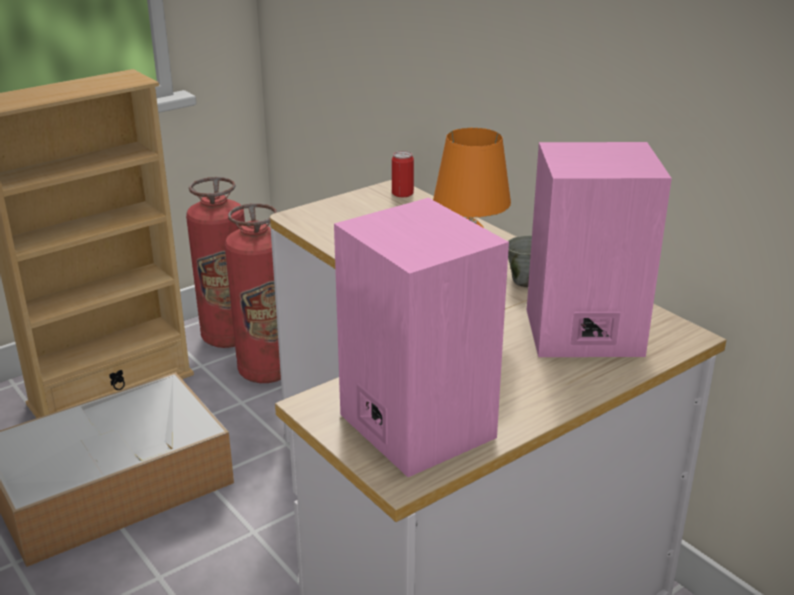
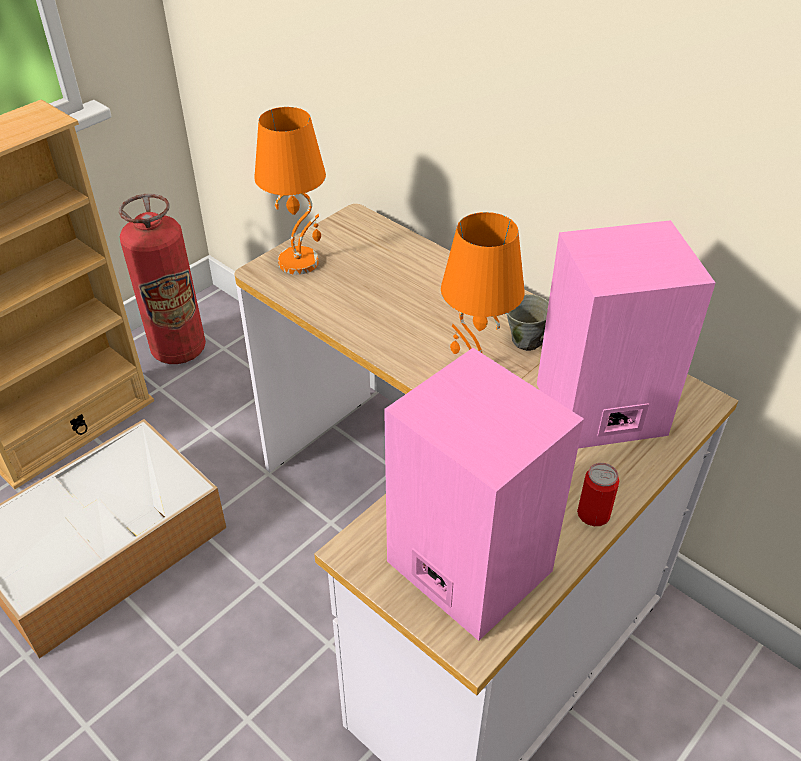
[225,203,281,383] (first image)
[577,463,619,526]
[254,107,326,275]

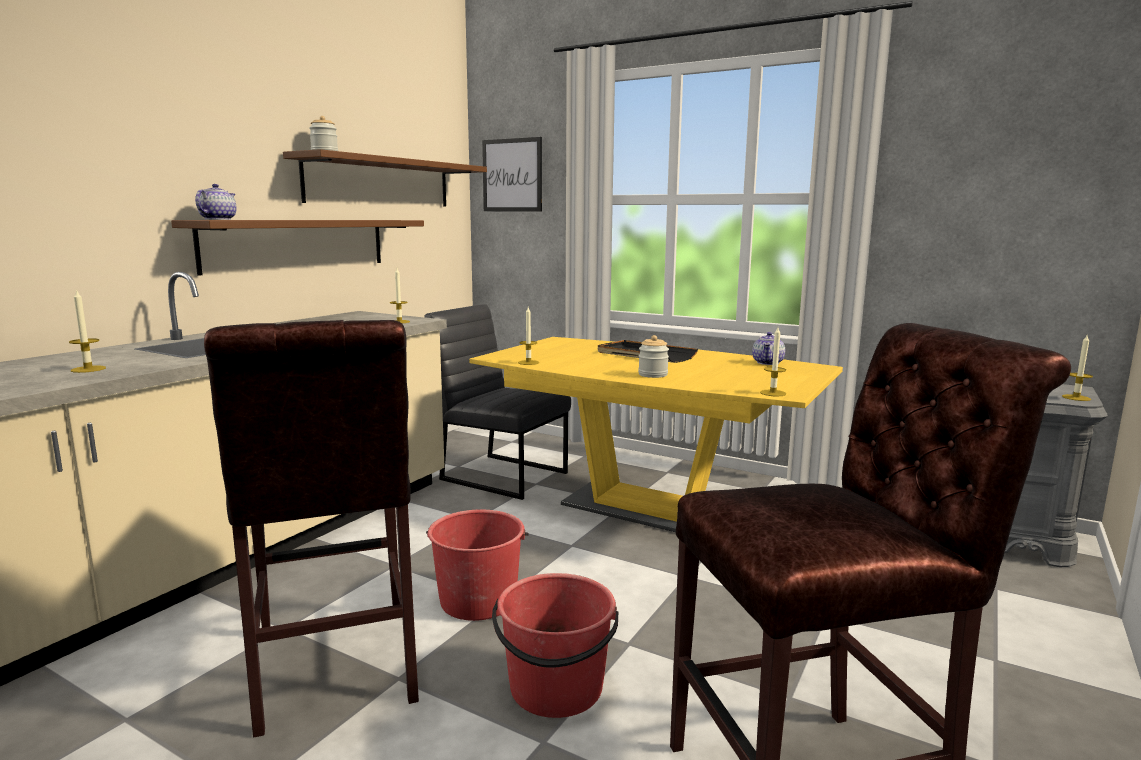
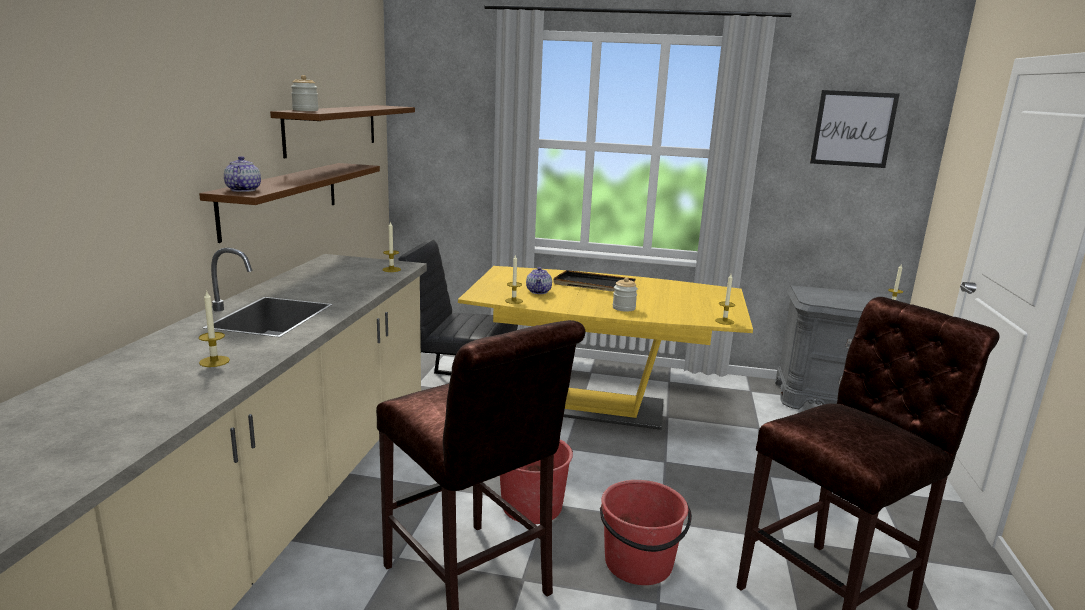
[810,90,900,168]
[526,267,552,294]

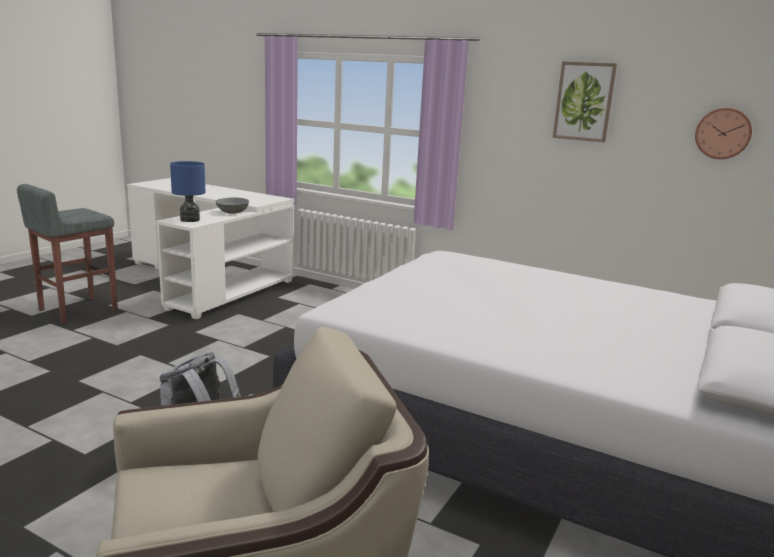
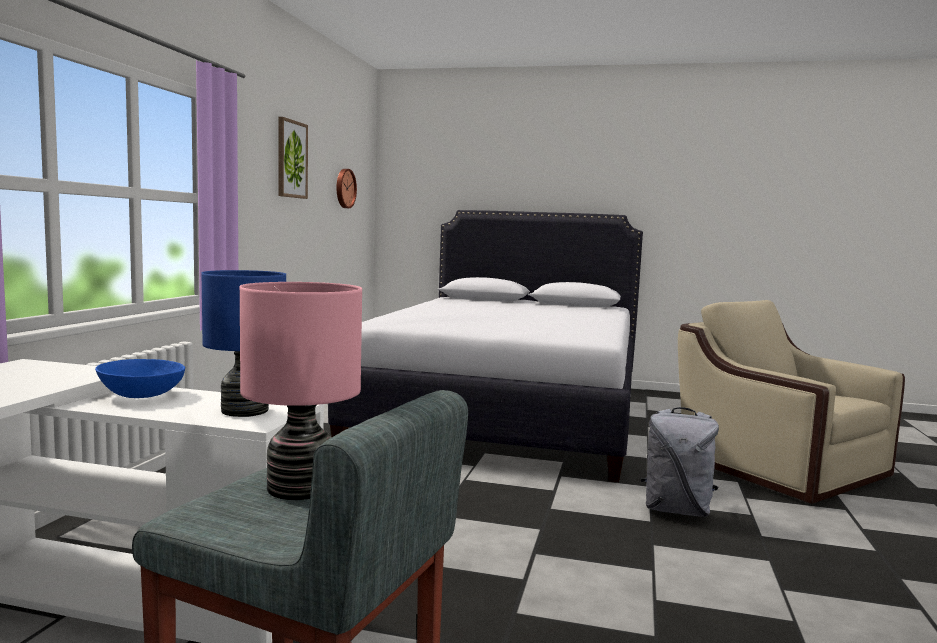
[95,359,185,398]
[240,282,362,500]

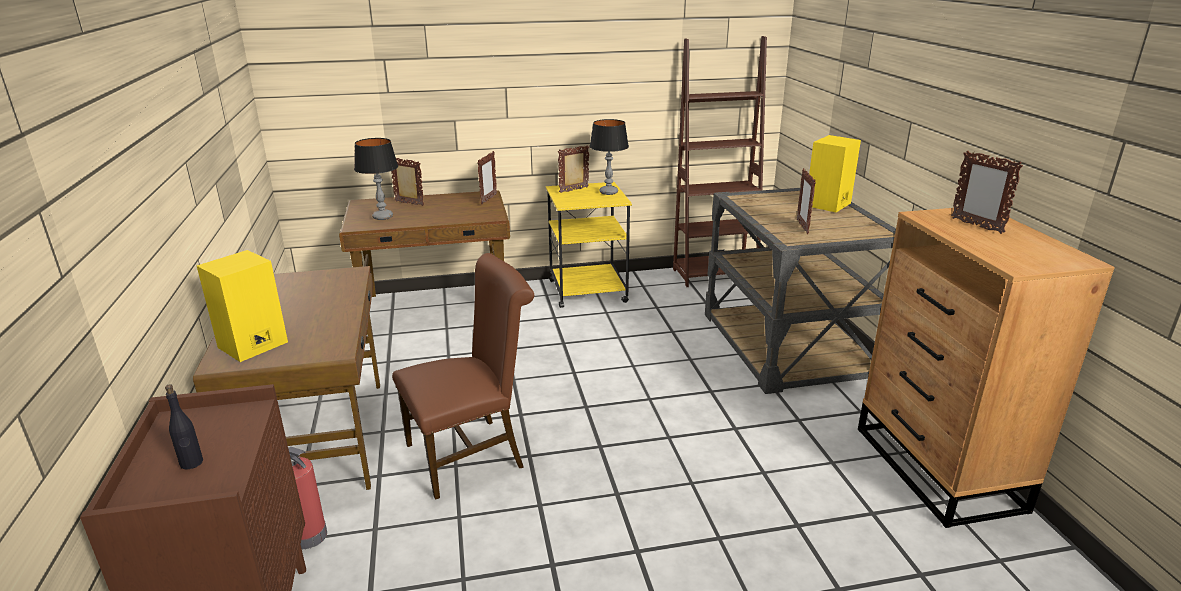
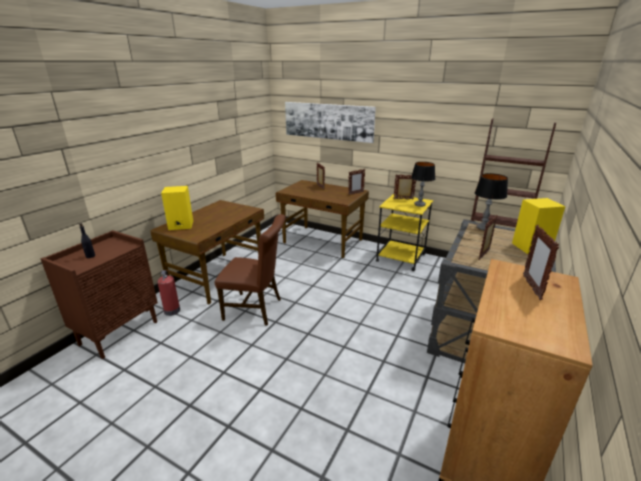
[475,173,508,231]
[285,102,376,143]

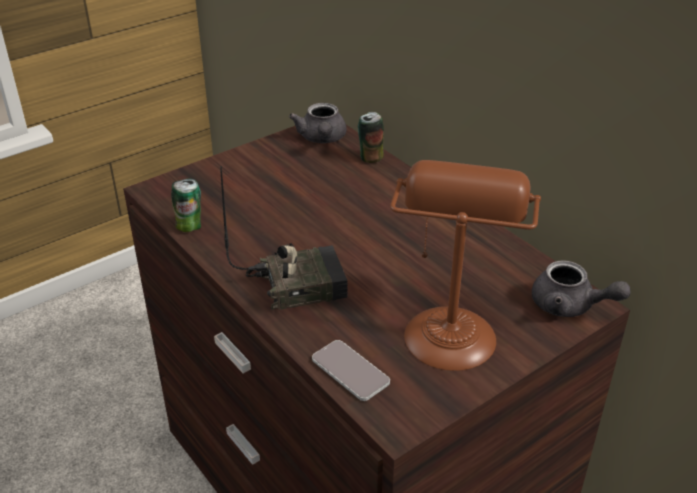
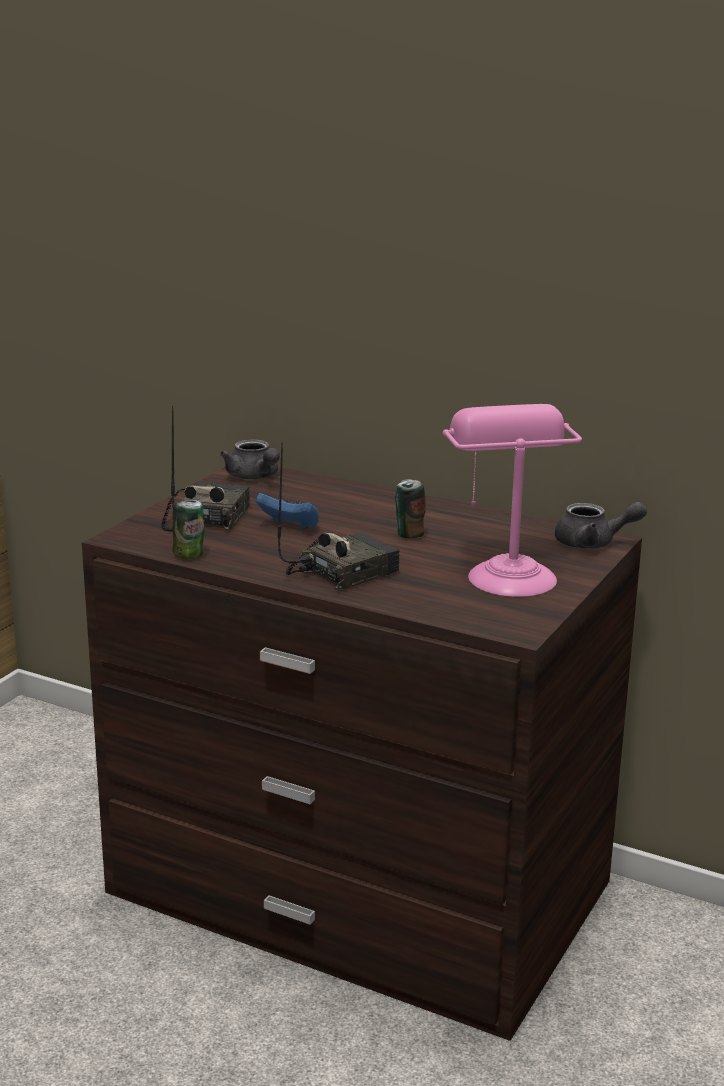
[312,340,390,401] (first image)
[395,479,426,538]
[443,404,582,597]
[161,406,250,532]
[256,493,319,529]

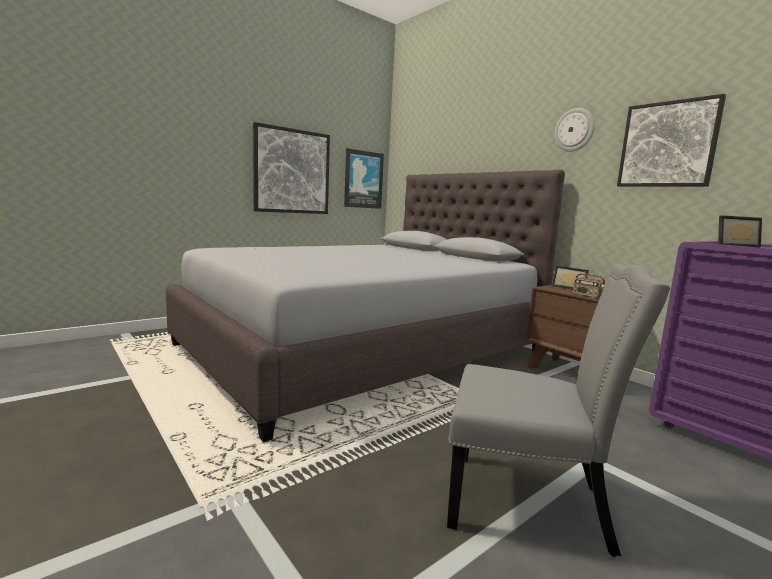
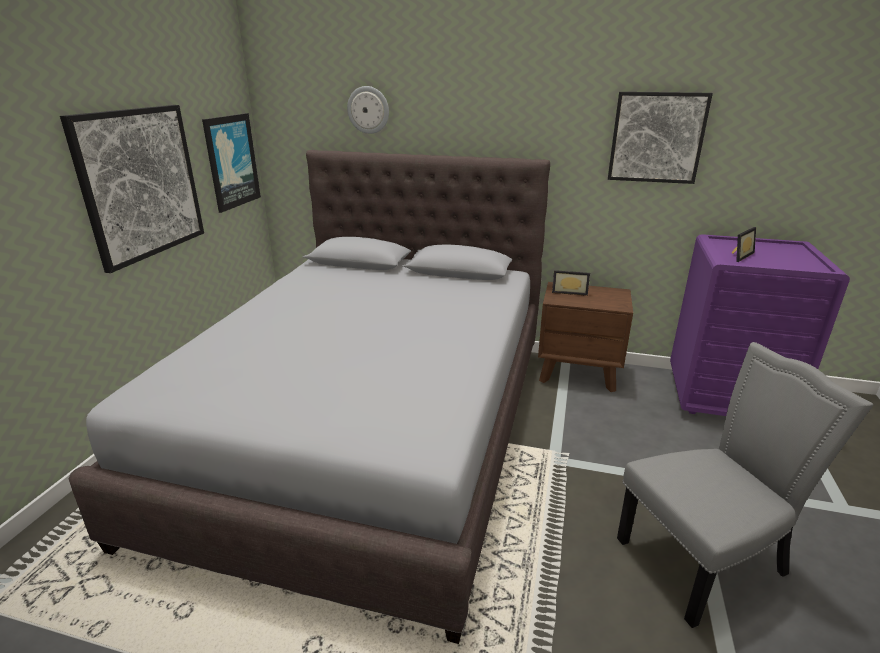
[347,86,389,134]
[573,266,605,298] (first image)

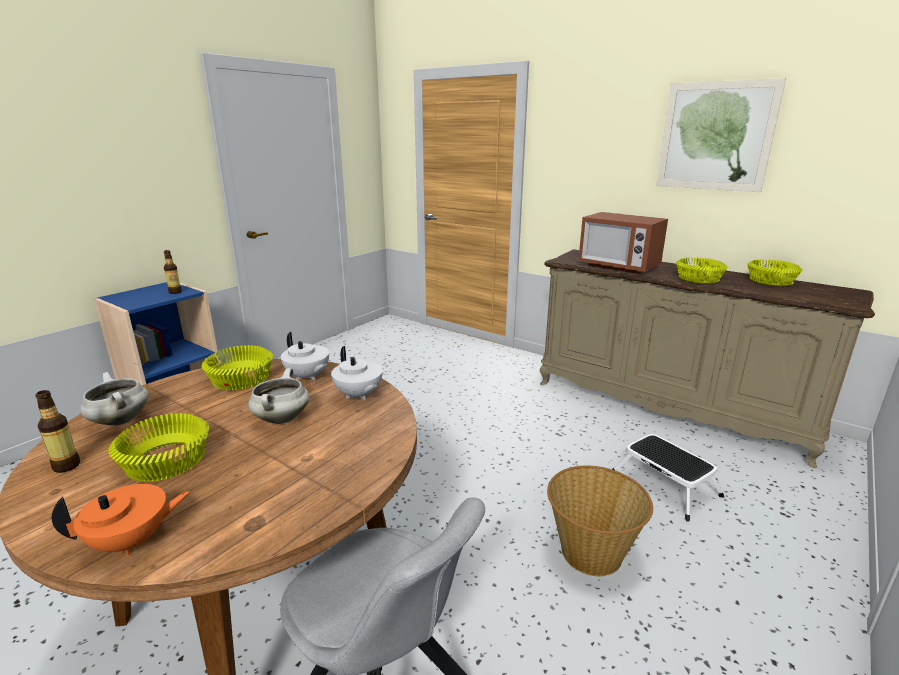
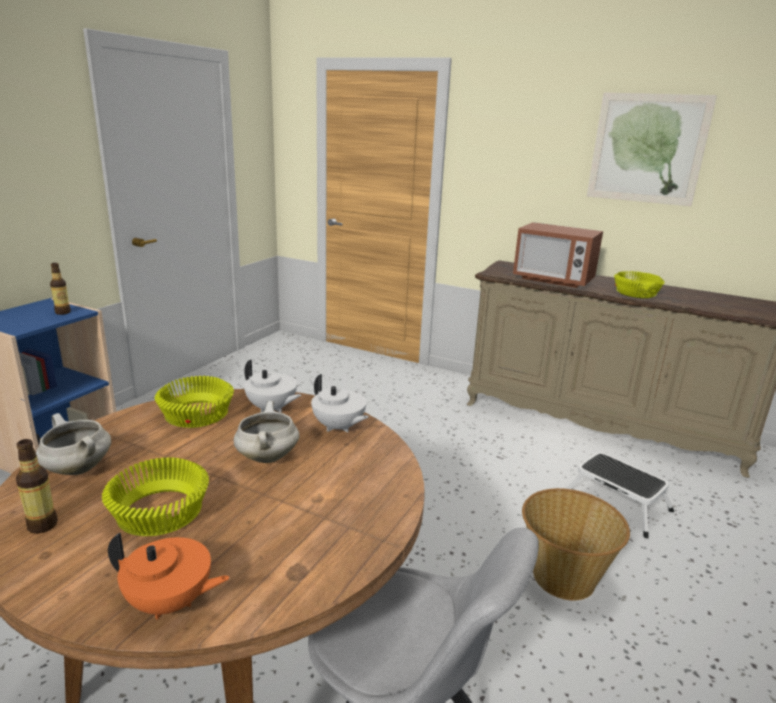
[108,532,230,620]
[747,259,802,286] (first image)

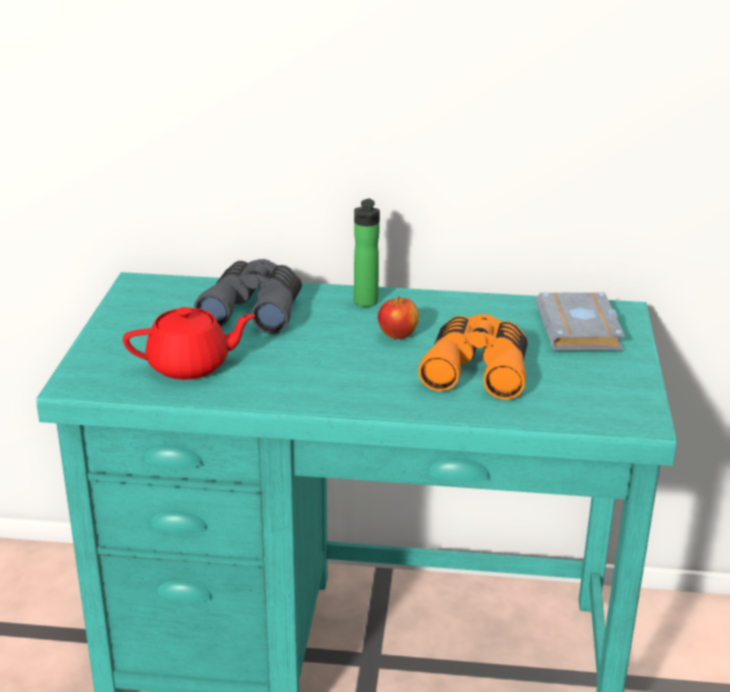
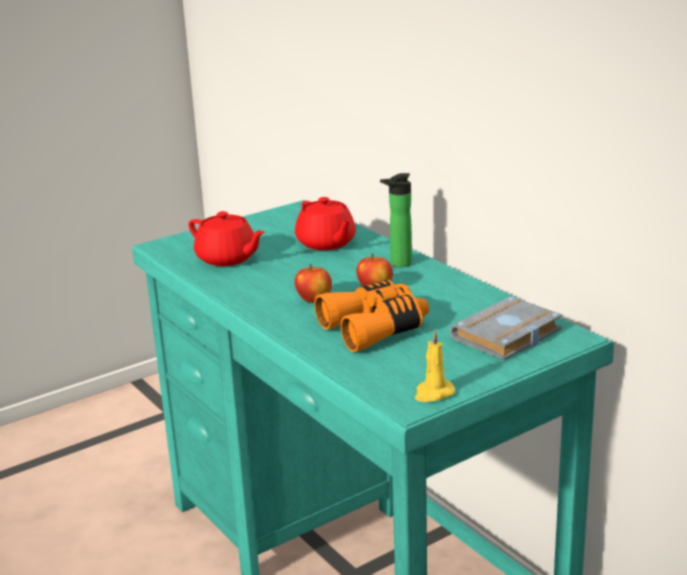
[295,197,356,250]
[295,264,332,303]
[415,330,455,402]

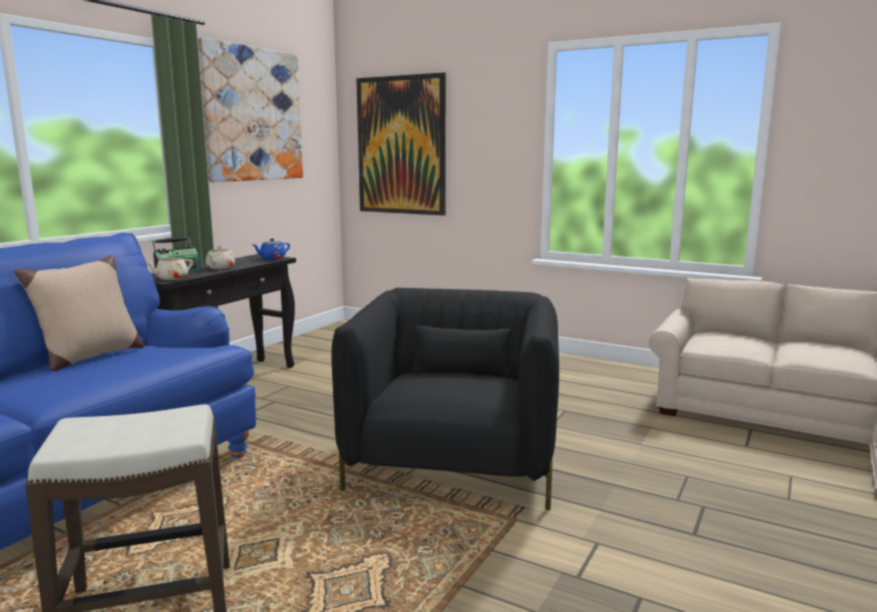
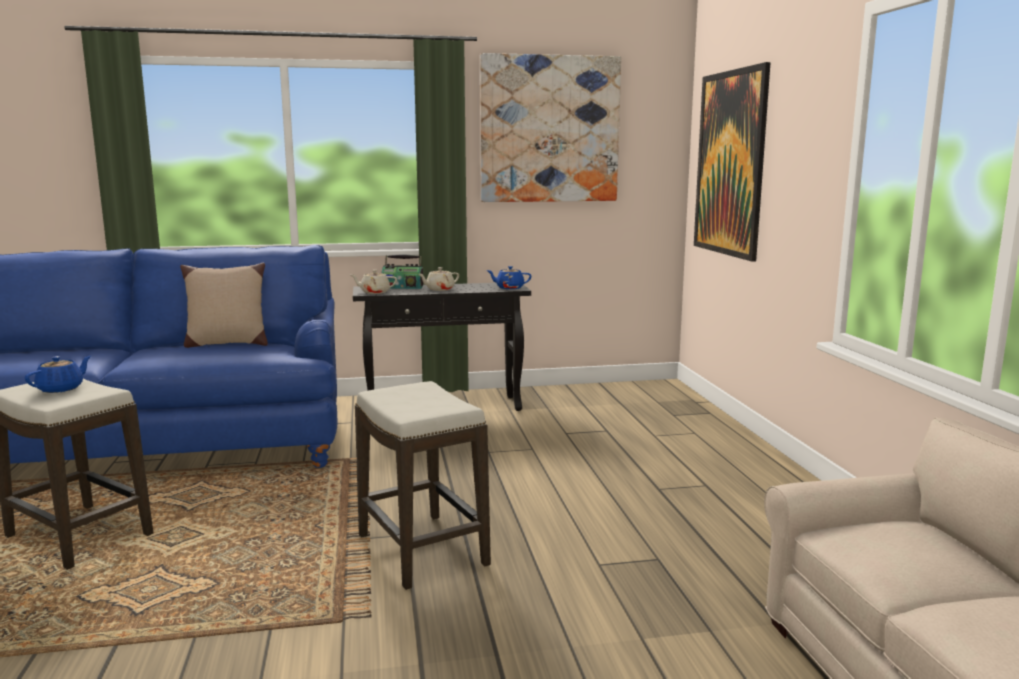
[355,381,491,590]
[25,356,91,393]

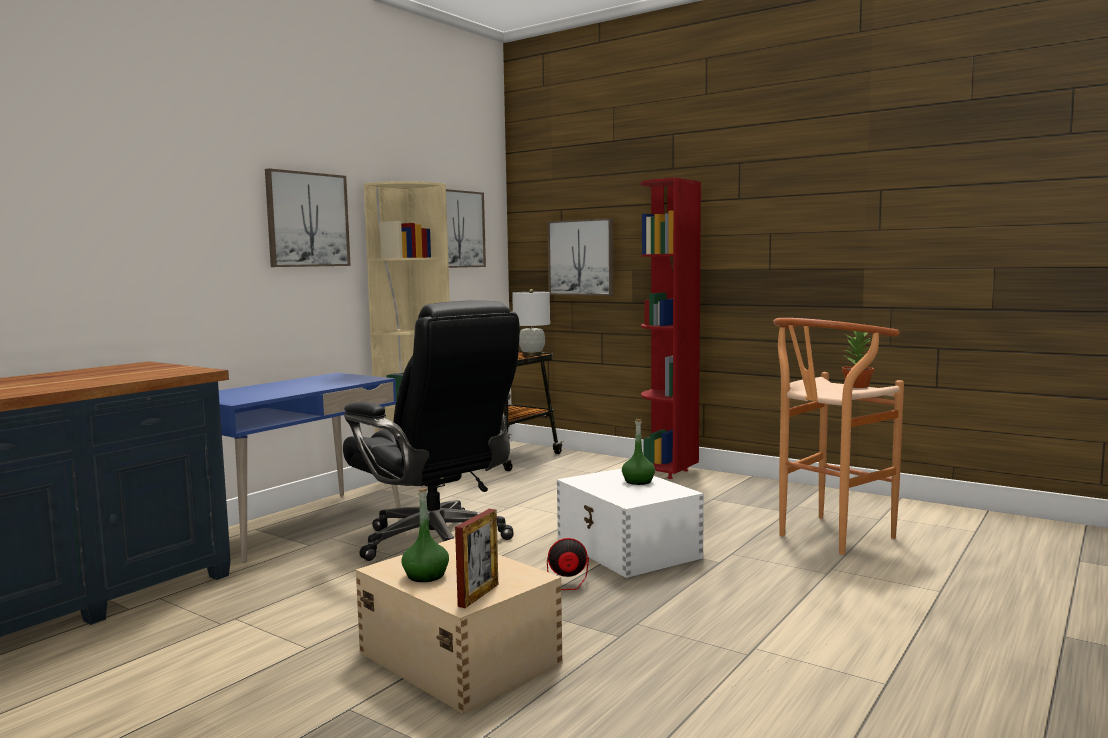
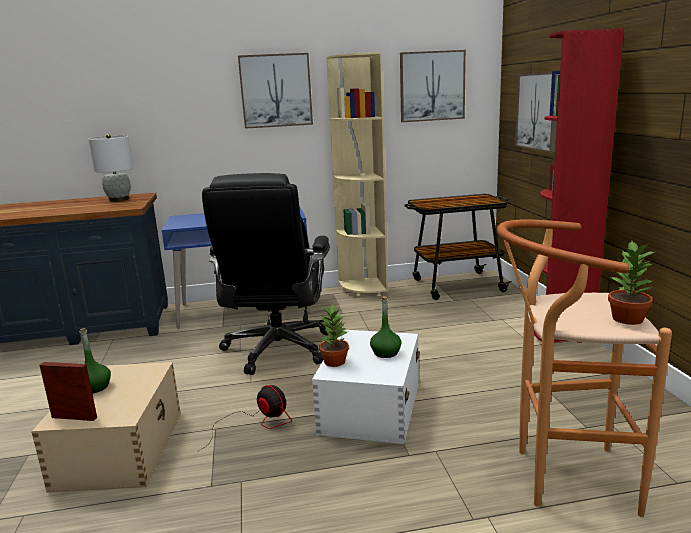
[39,362,97,421]
[89,134,133,202]
[319,304,349,367]

